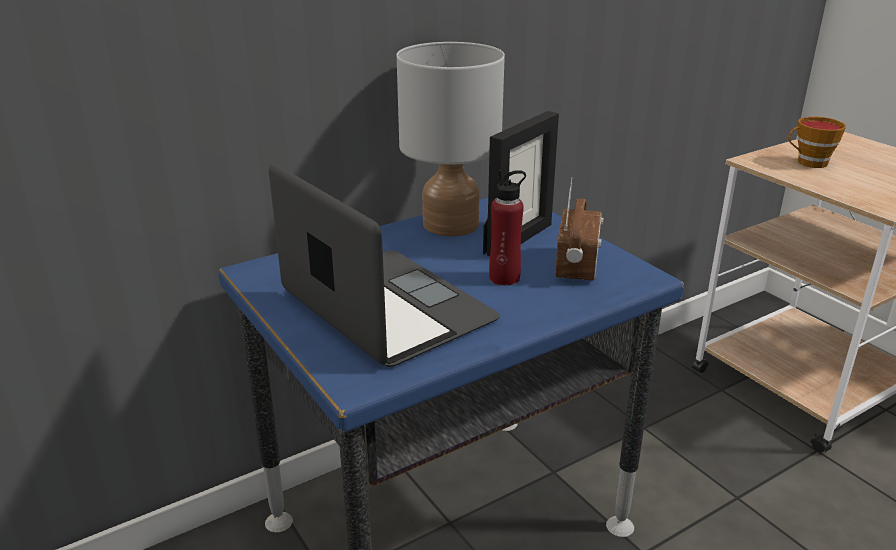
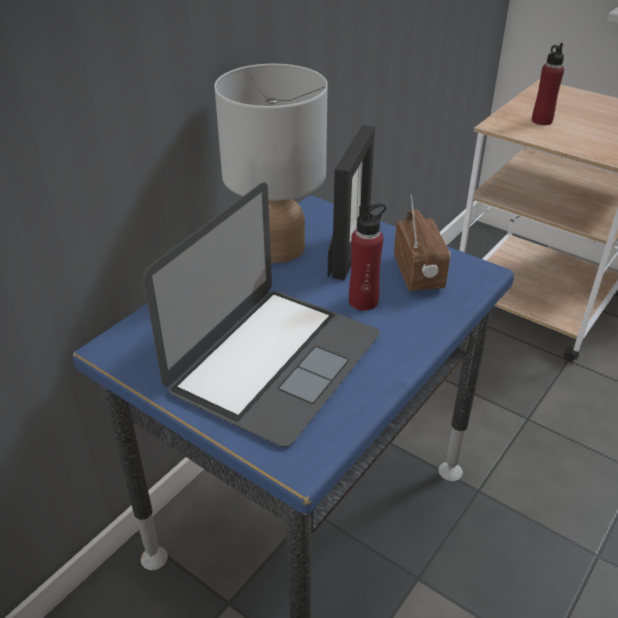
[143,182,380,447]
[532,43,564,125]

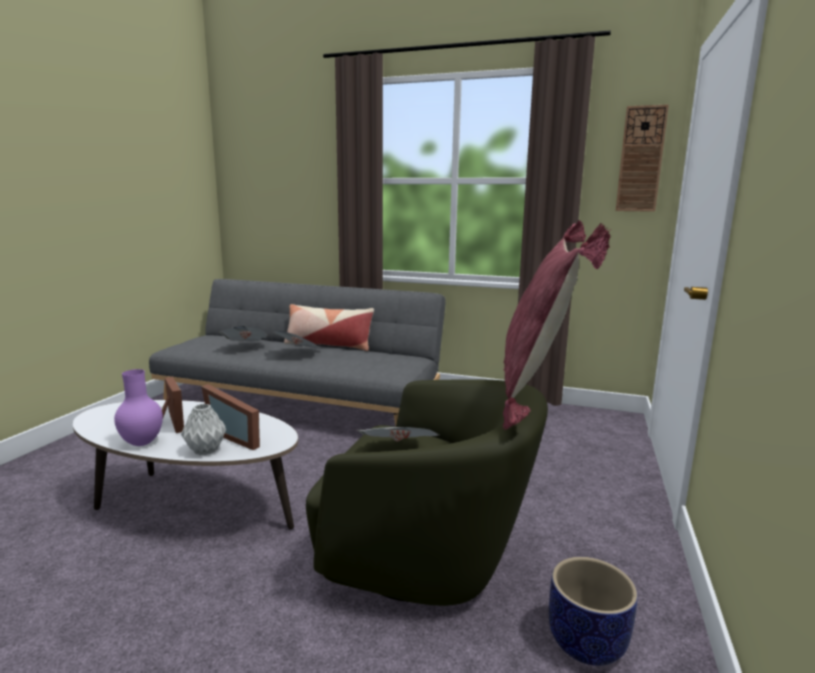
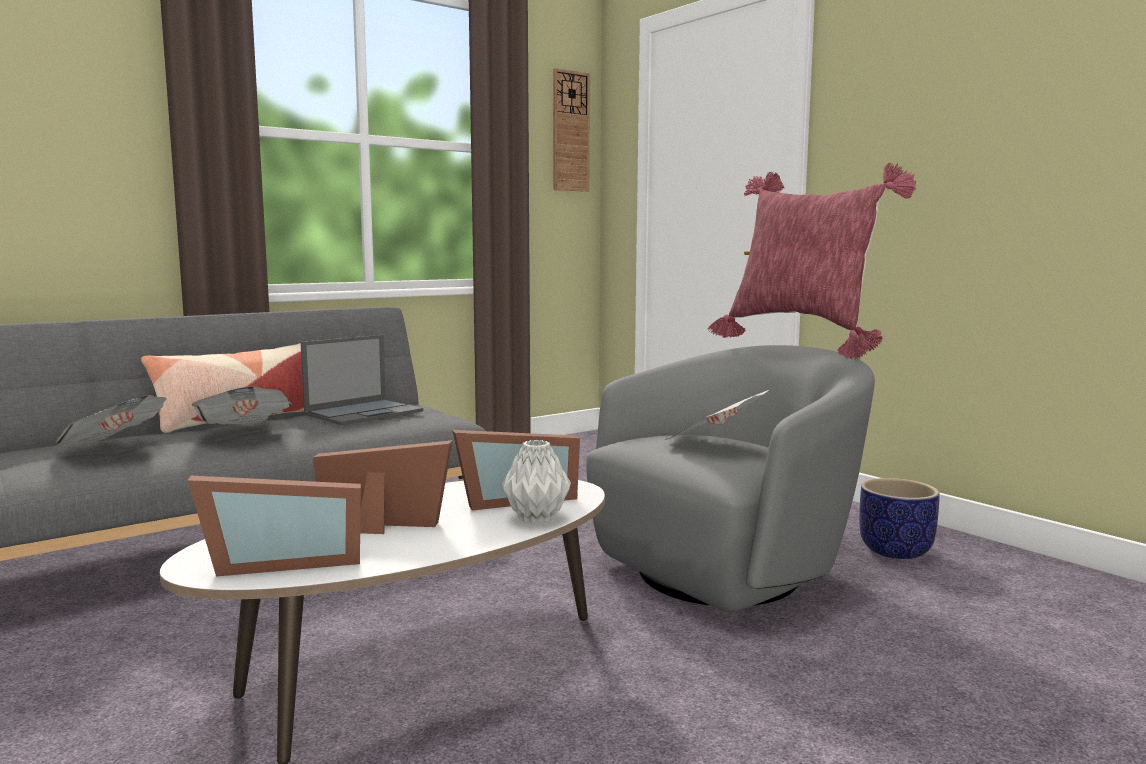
[114,369,163,446] (first image)
[586,345,875,612]
[188,476,361,577]
[301,335,423,425]

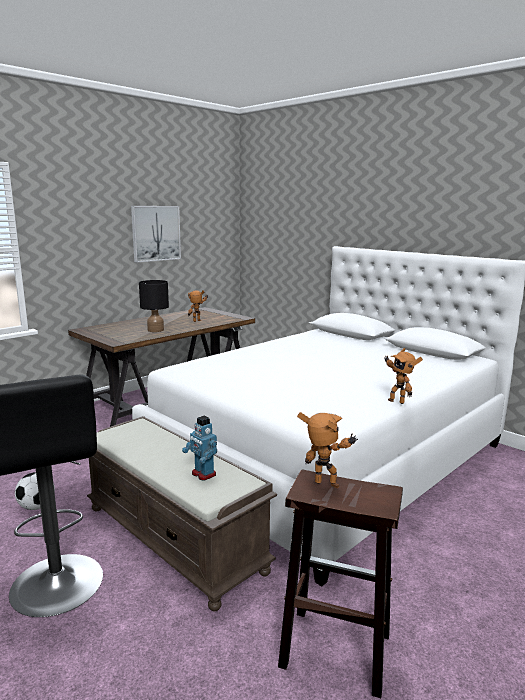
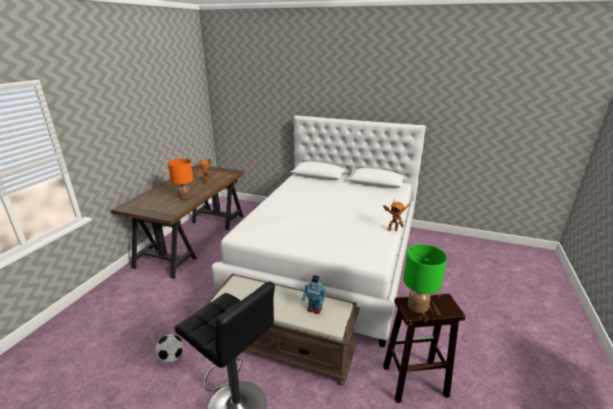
[131,206,181,262] (first image)
[168,159,193,199]
[403,244,447,313]

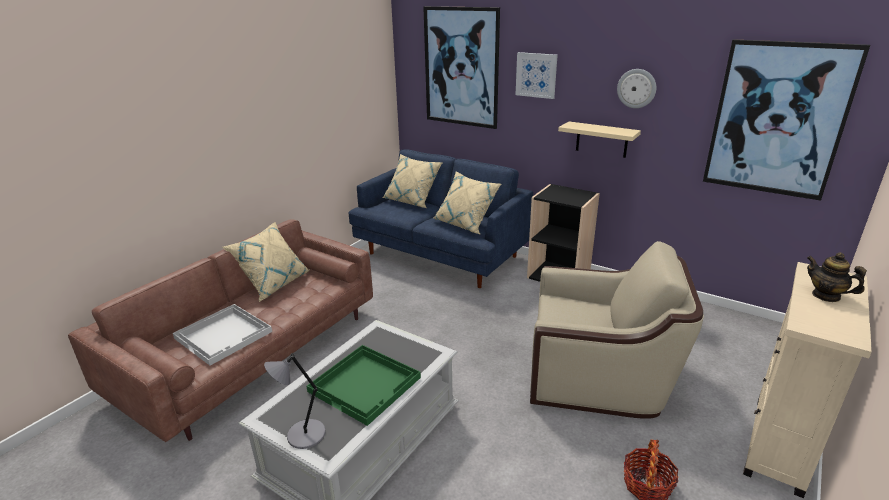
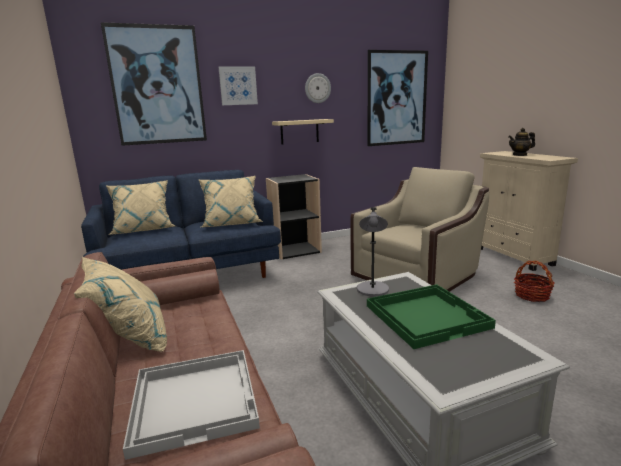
[357,207,389,297]

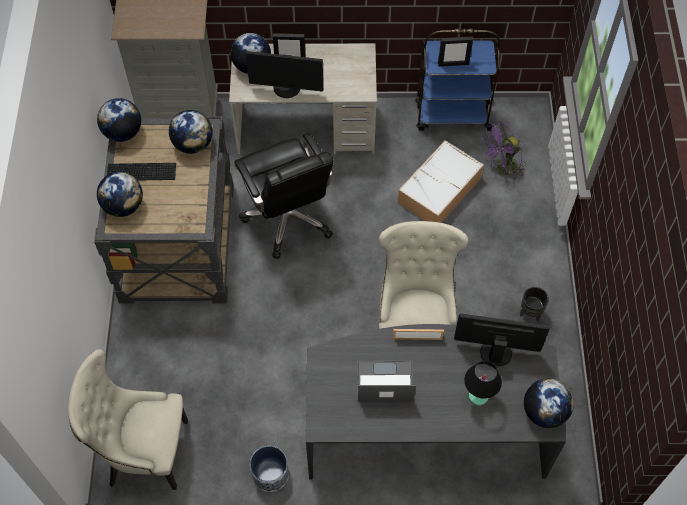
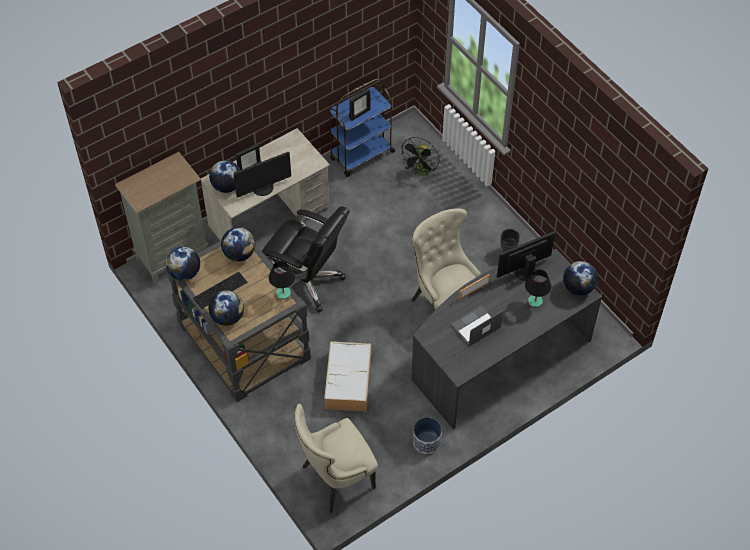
[324,341,371,411]
[399,137,440,176]
[269,261,295,300]

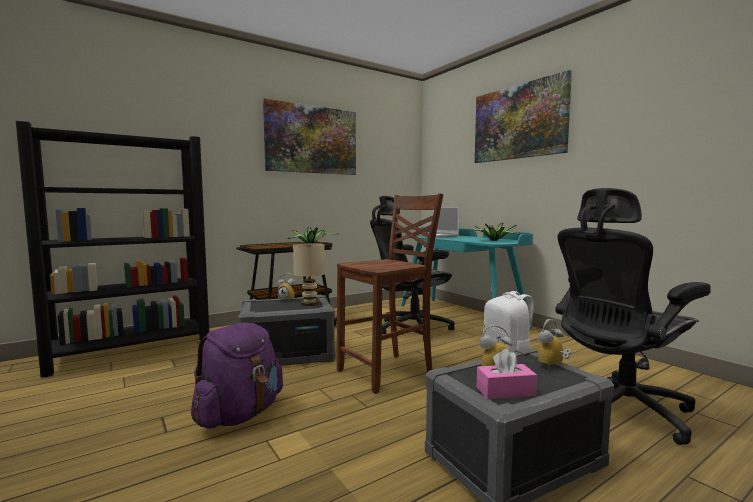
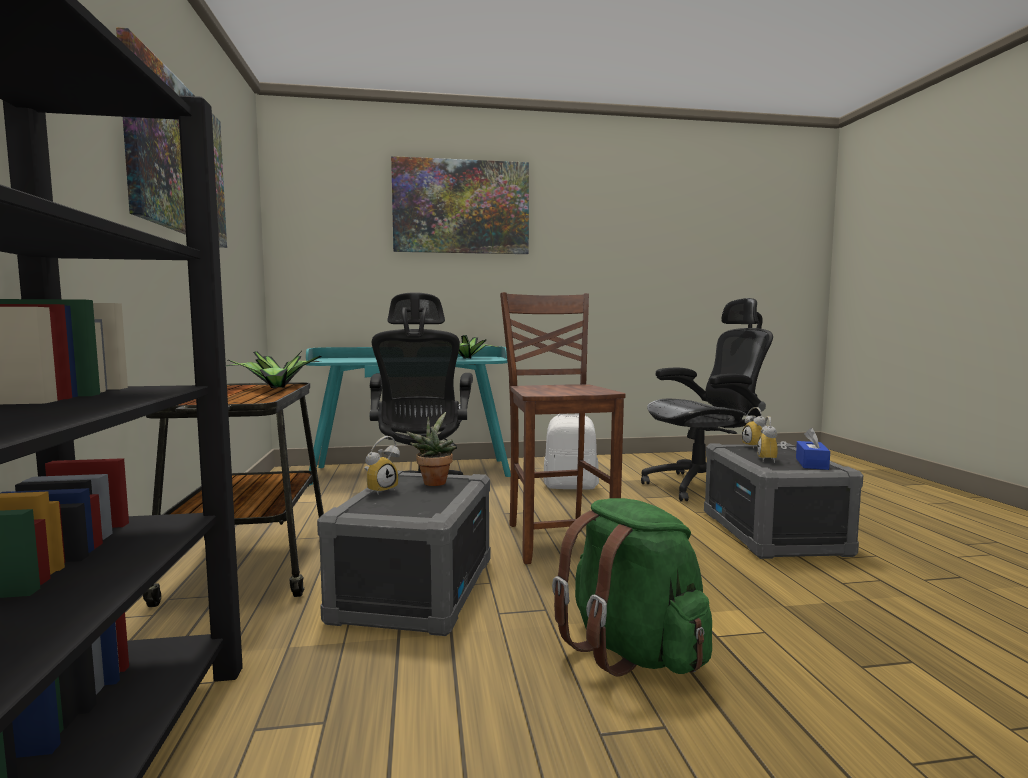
[552,498,712,677]
[406,412,456,486]
[416,207,459,238] (first image)
[796,428,830,470]
[641,298,773,501]

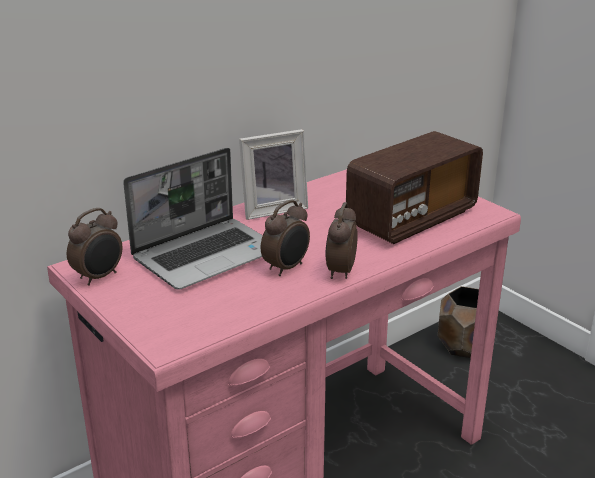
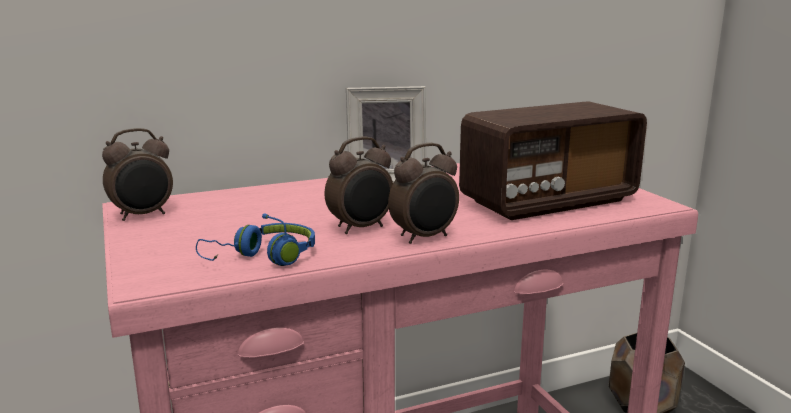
[123,148,263,290] (first image)
[388,143,459,244]
[196,214,315,266]

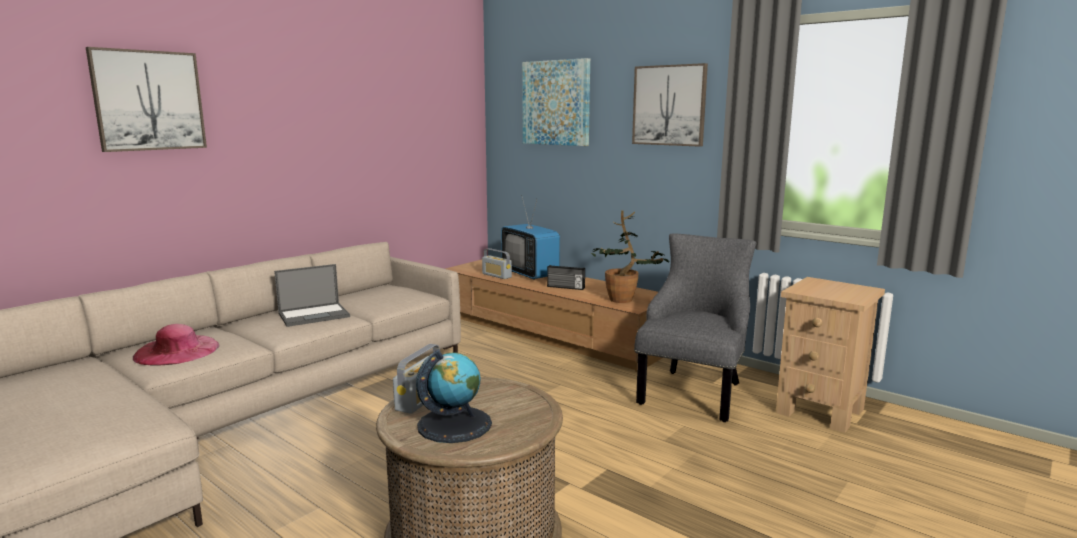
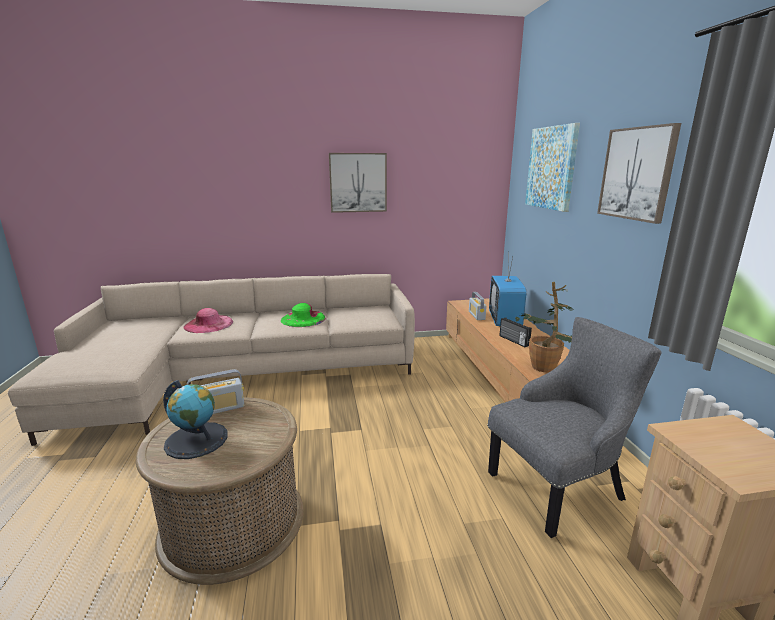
[329,153,387,213]
[281,303,326,327]

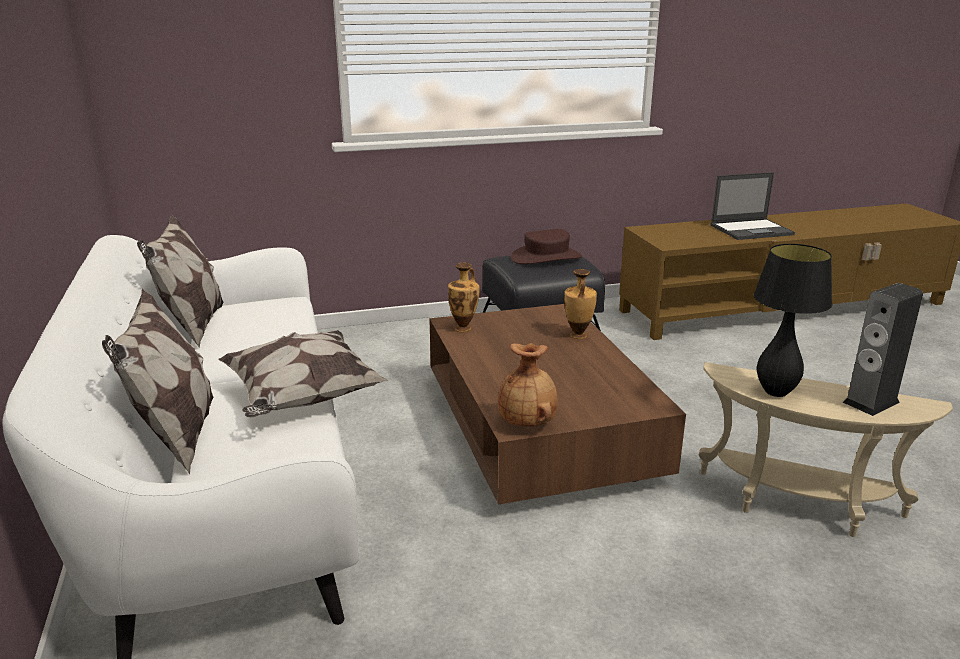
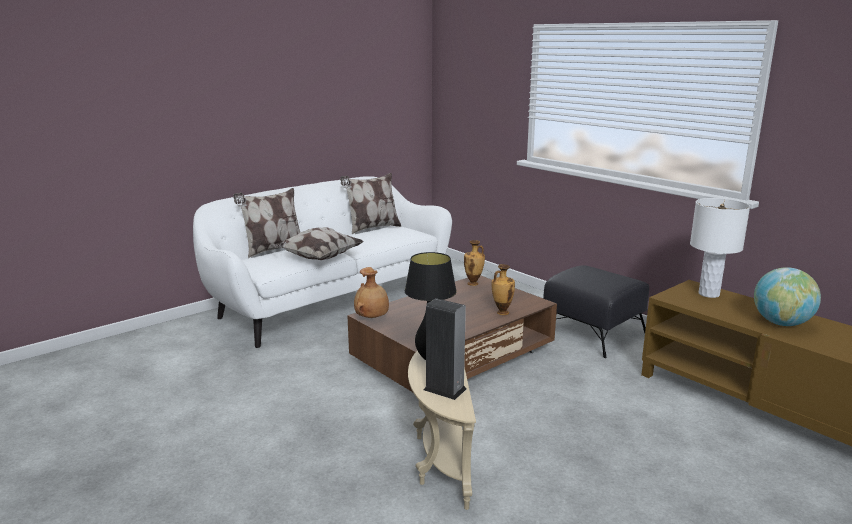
[511,229,582,264] (first image)
[754,267,821,326]
[690,198,750,298]

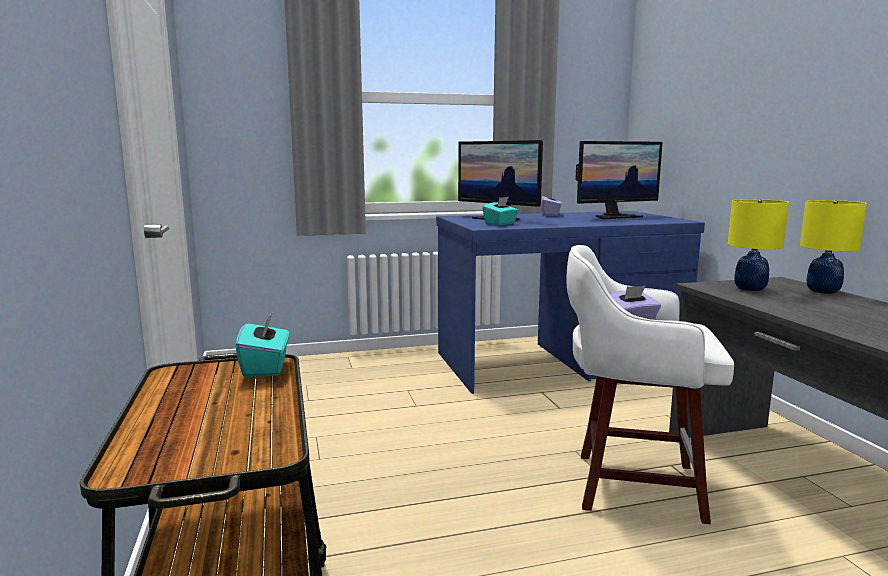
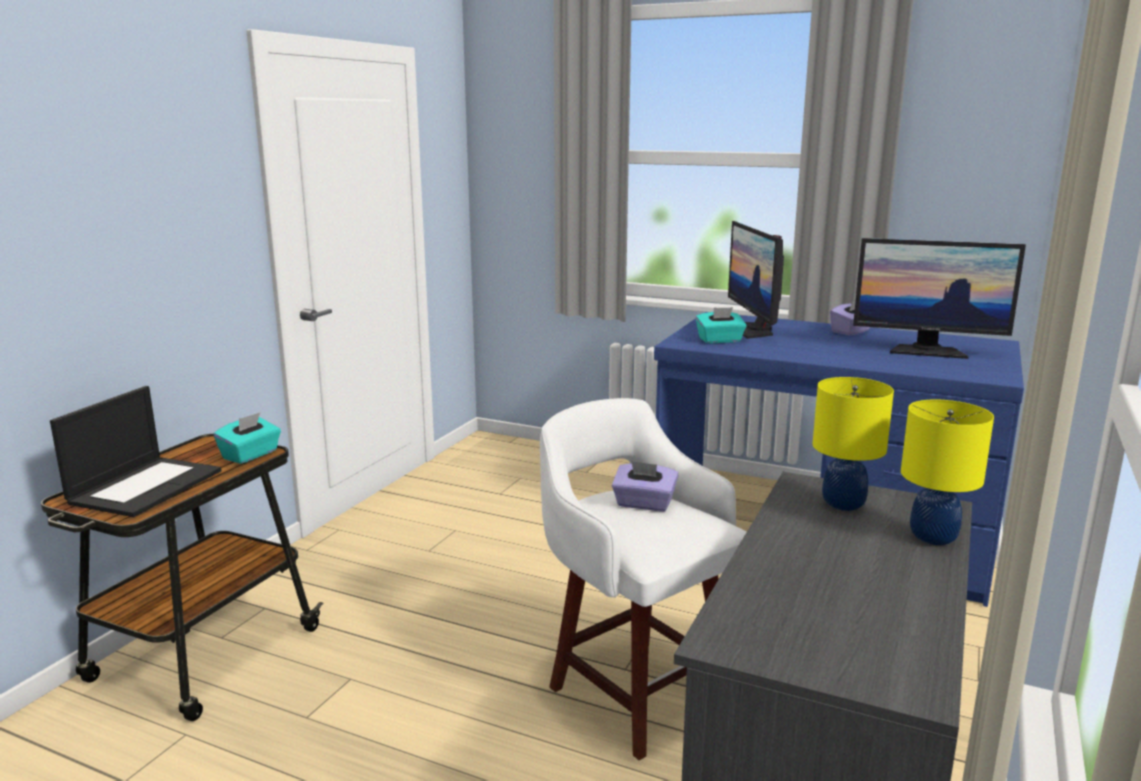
[50,386,222,517]

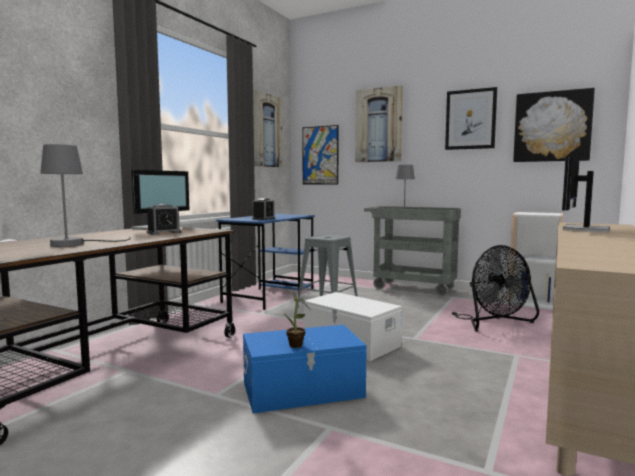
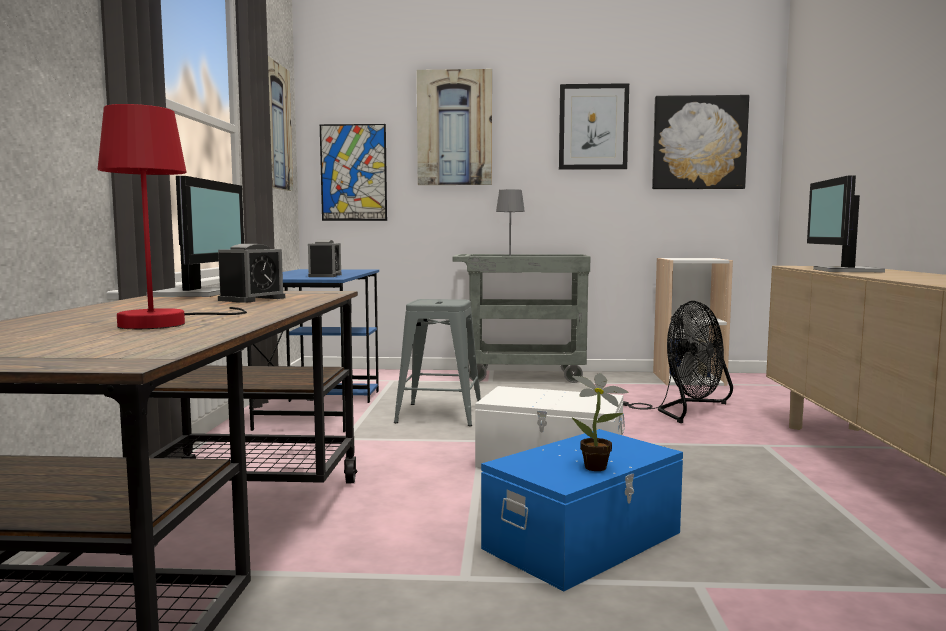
[98,104,247,329]

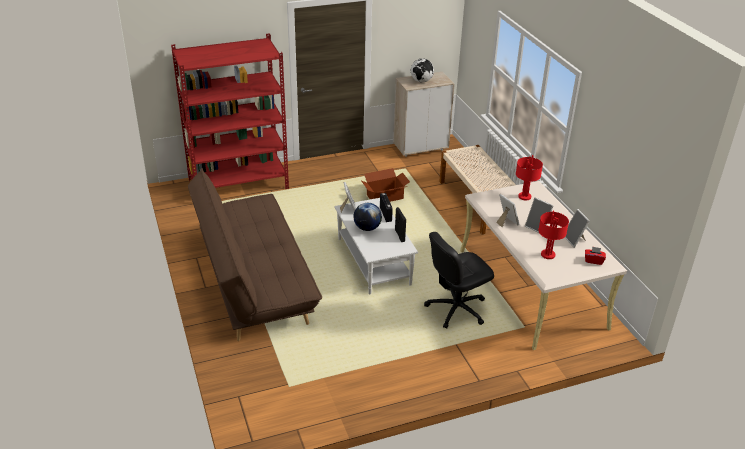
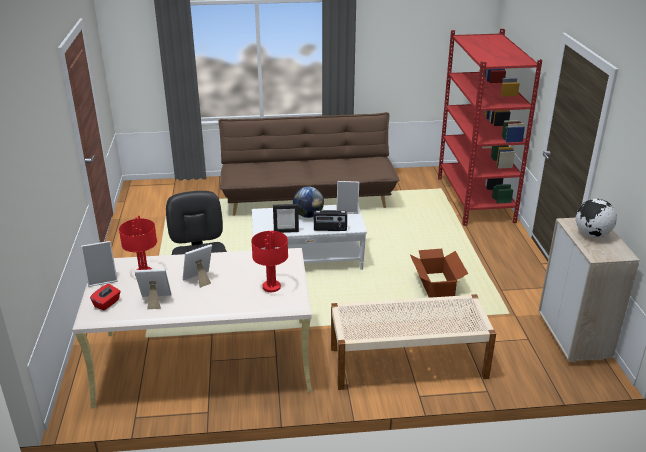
[81,241,118,287]

